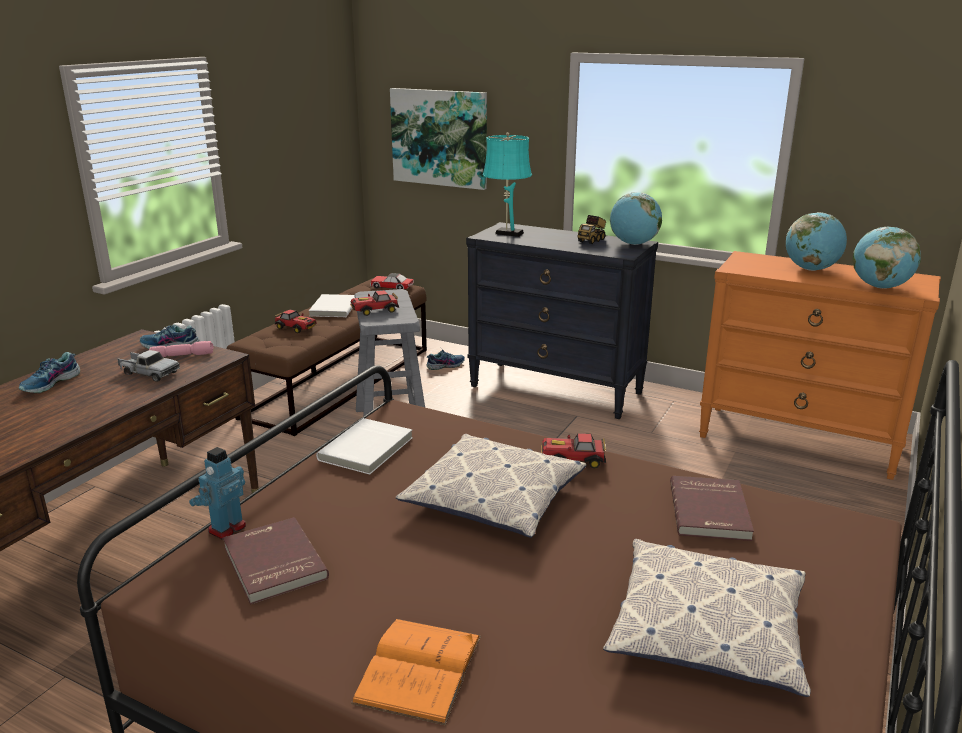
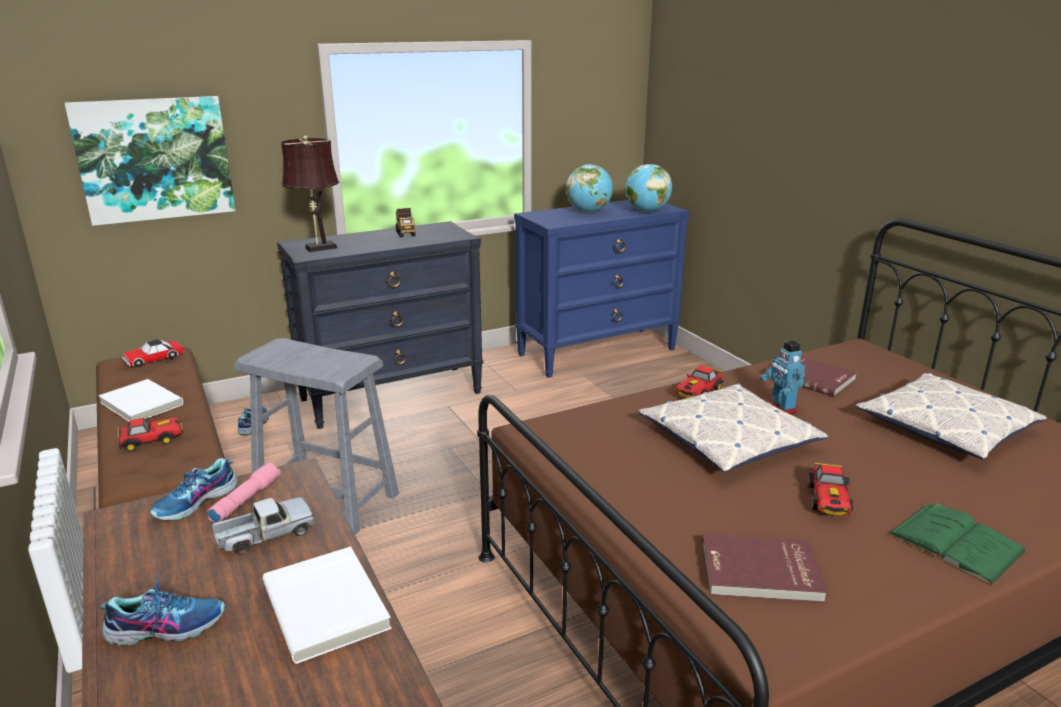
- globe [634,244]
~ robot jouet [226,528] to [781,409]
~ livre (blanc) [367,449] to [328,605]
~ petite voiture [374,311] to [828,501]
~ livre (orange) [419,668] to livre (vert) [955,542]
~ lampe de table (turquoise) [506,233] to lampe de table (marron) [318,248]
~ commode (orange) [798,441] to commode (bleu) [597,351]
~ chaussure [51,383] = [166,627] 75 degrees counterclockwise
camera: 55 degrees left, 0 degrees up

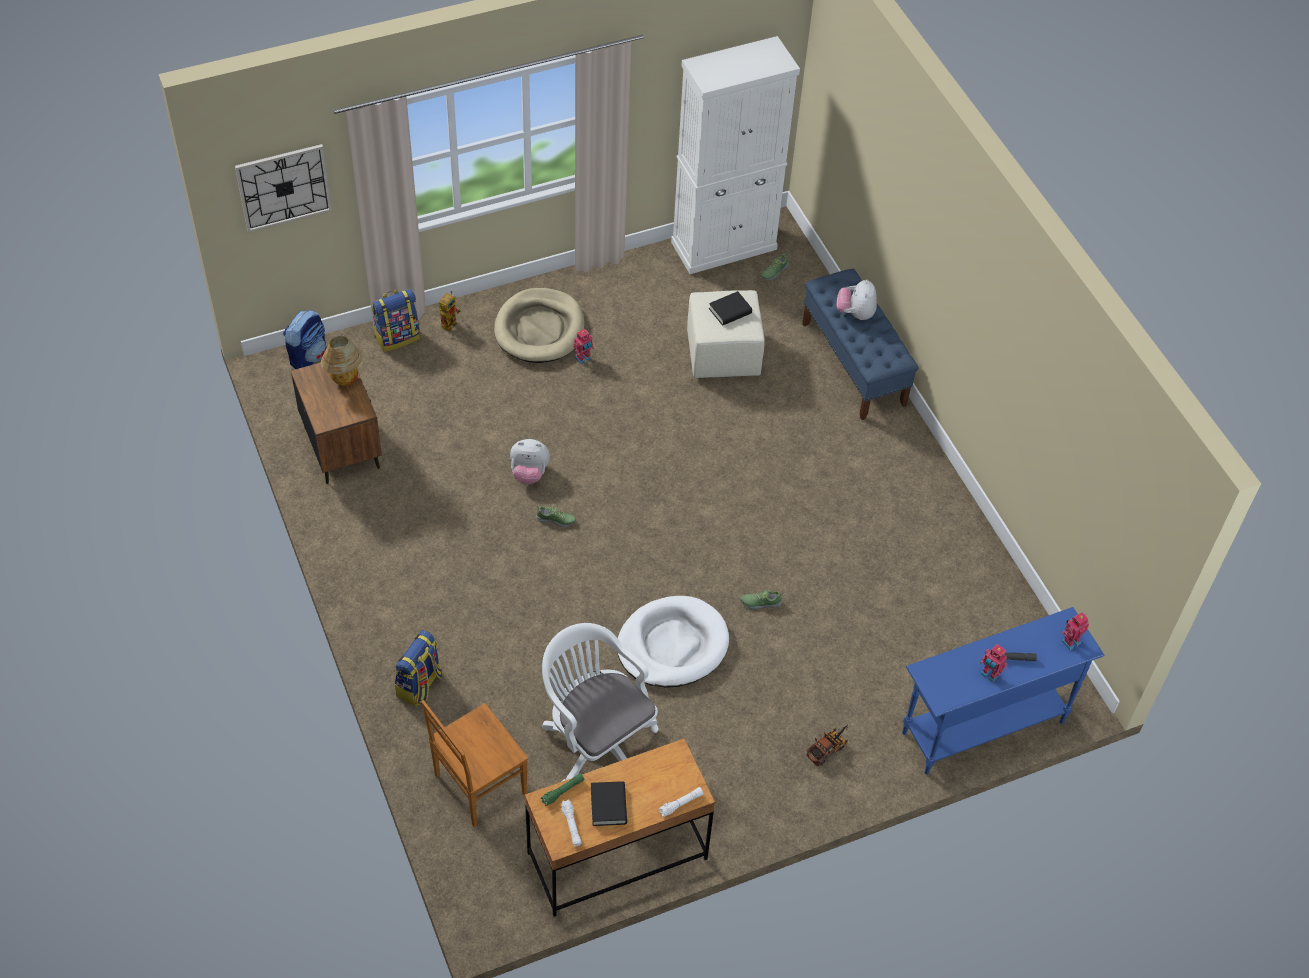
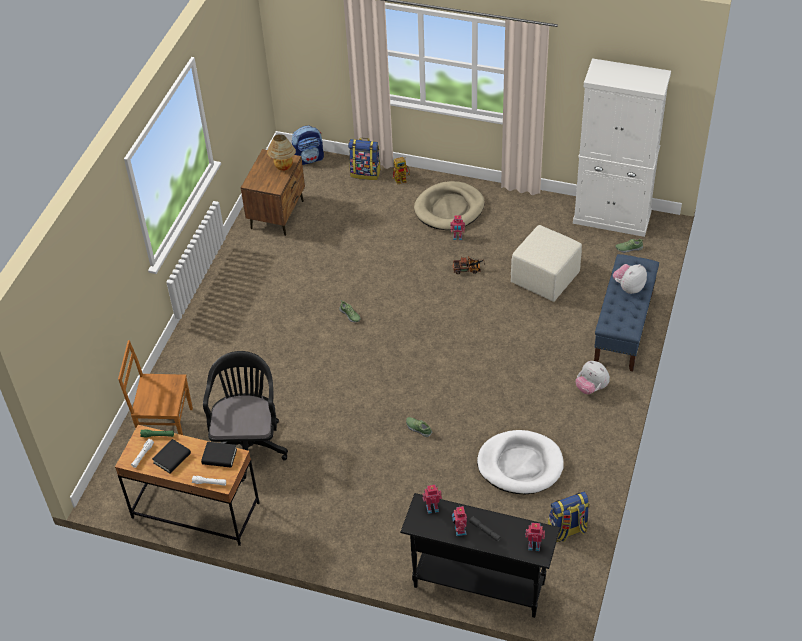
- horloge murale [284,187]
+ robot jouet [432,507]
~ sac à dos [420,685] to [567,530]
~ peluche [529,473] to [591,388]
~ panier pour chien (blanc) [672,645] to [520,464]
~ livre (noir) [730,311] to [219,457]
~ camion jouet [828,748] to [468,269]
~ chaise de bureau (blanc) [596,740] to chaise de bureau (noir) [248,443]
~ table console (bleu) [982,727] to table console (noir) [478,584]
camera: 45 degrees right, 5 degrees down

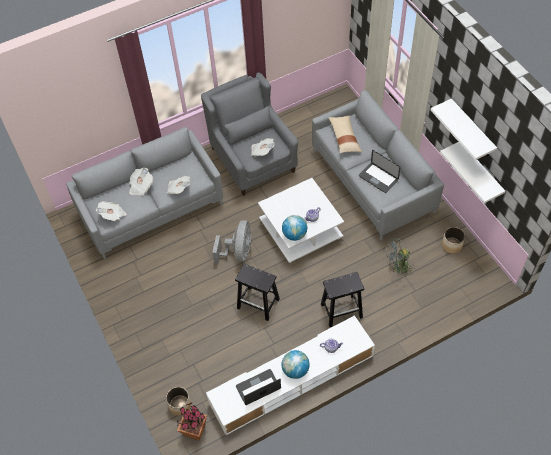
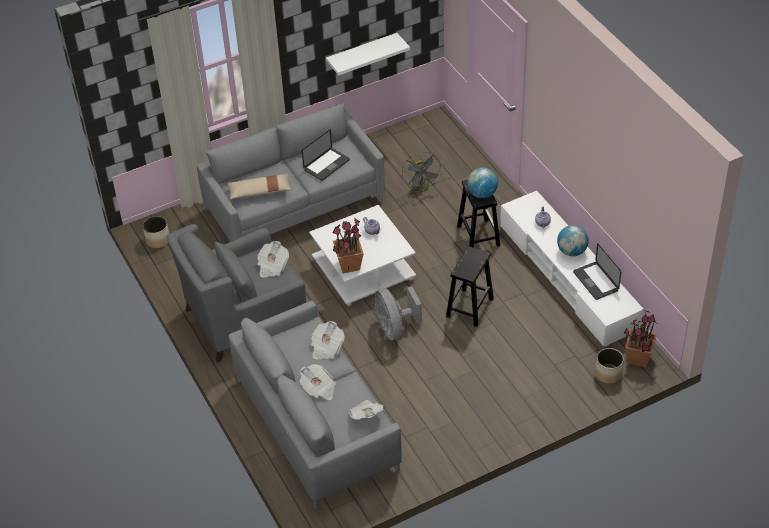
- étagère (blanc) [472,129]
+ plante en pot [349,265]
~ globe [294,234] to [482,194]
~ cache-pot [452,245] to [158,240]
~ ventilateur (gris) [238,252] = [395,328] 120 degrees counterclockwise
camera: 90 degrees left, 10 degrees down

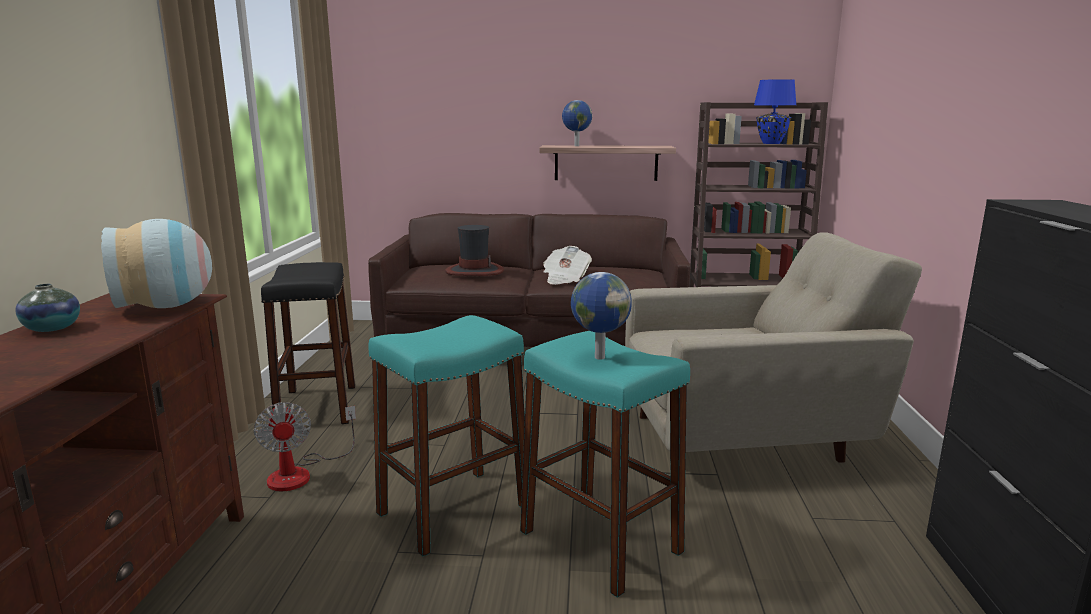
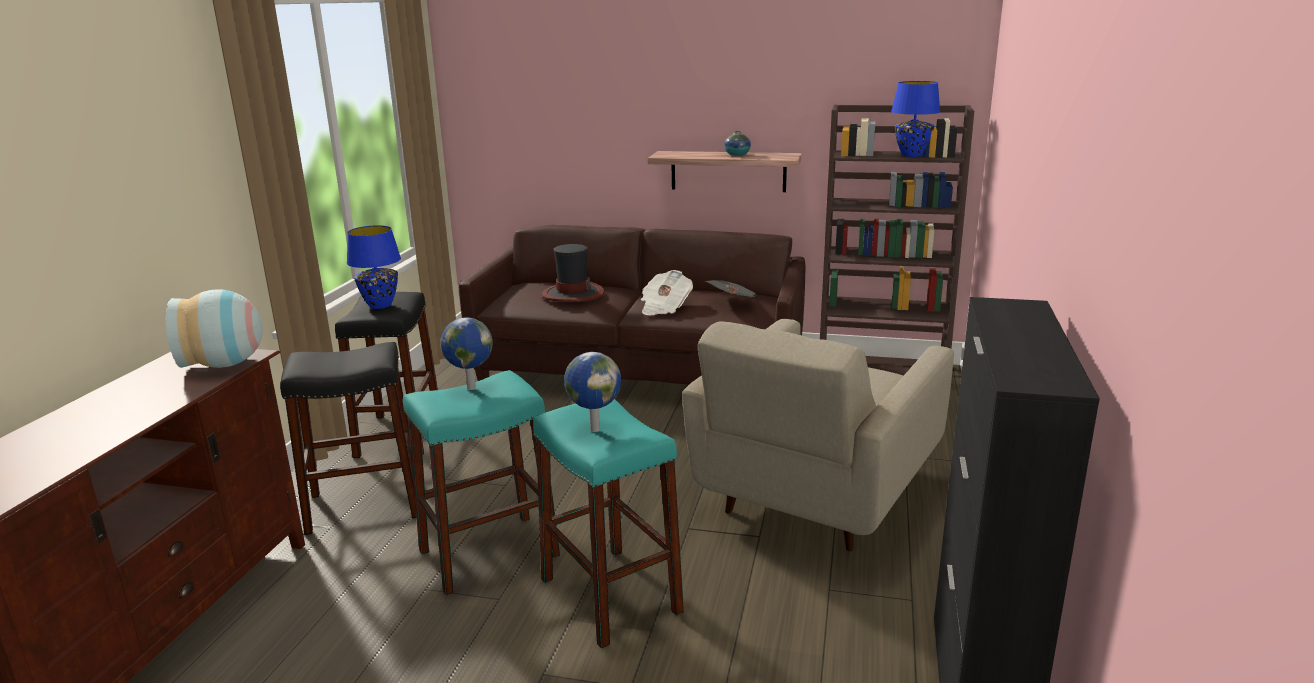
+ lampe de table (bleu) [380,305]
+ journal [733,302]
~ vase [52,328] to [737,155]
~ globe [576,146] to [470,388]
~ ventilateur [301,473] to tabouret (noir) [365,505]
~ fauteuil (beige) [748,436] = [815,497] 120 degrees clockwise
camera: 10 degrees right, 5 degrees up

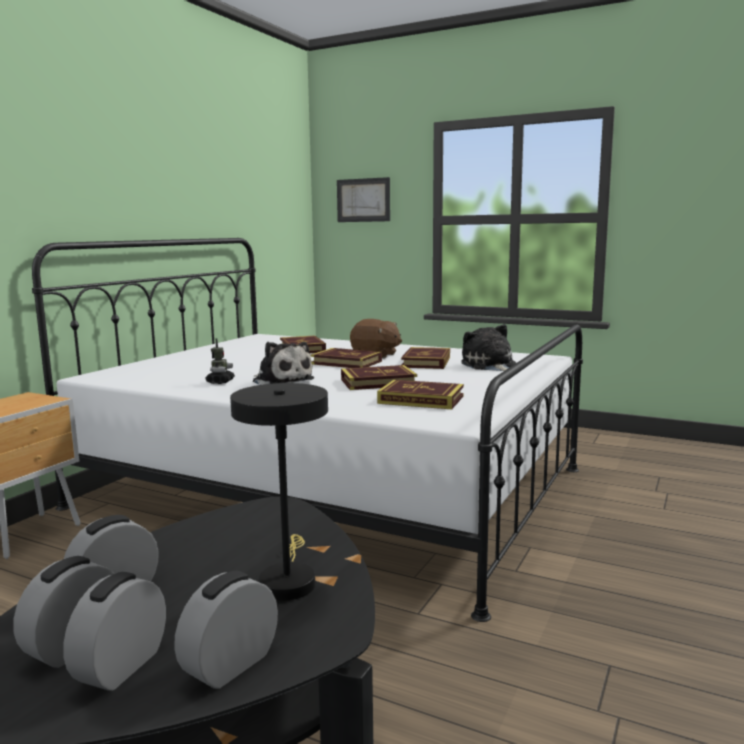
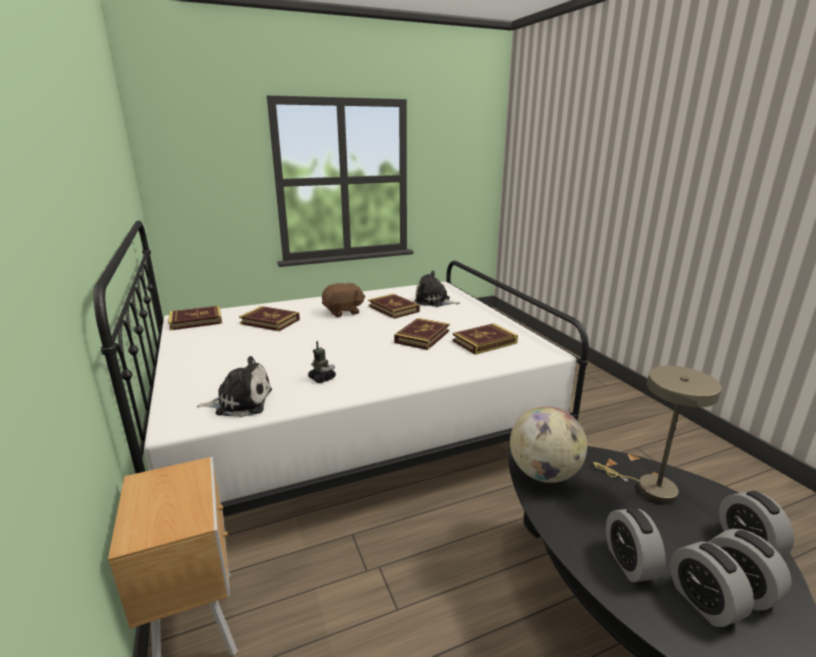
- tableau [363,200]
+ globe [544,474]
~ peluche [281,381] to [240,402]
~ livre [346,362] to [196,321]
~ lampe de table (noir) [287,579] to lampe de table (beige) [649,488]
camera: 50 degrees left, 10 degrees up

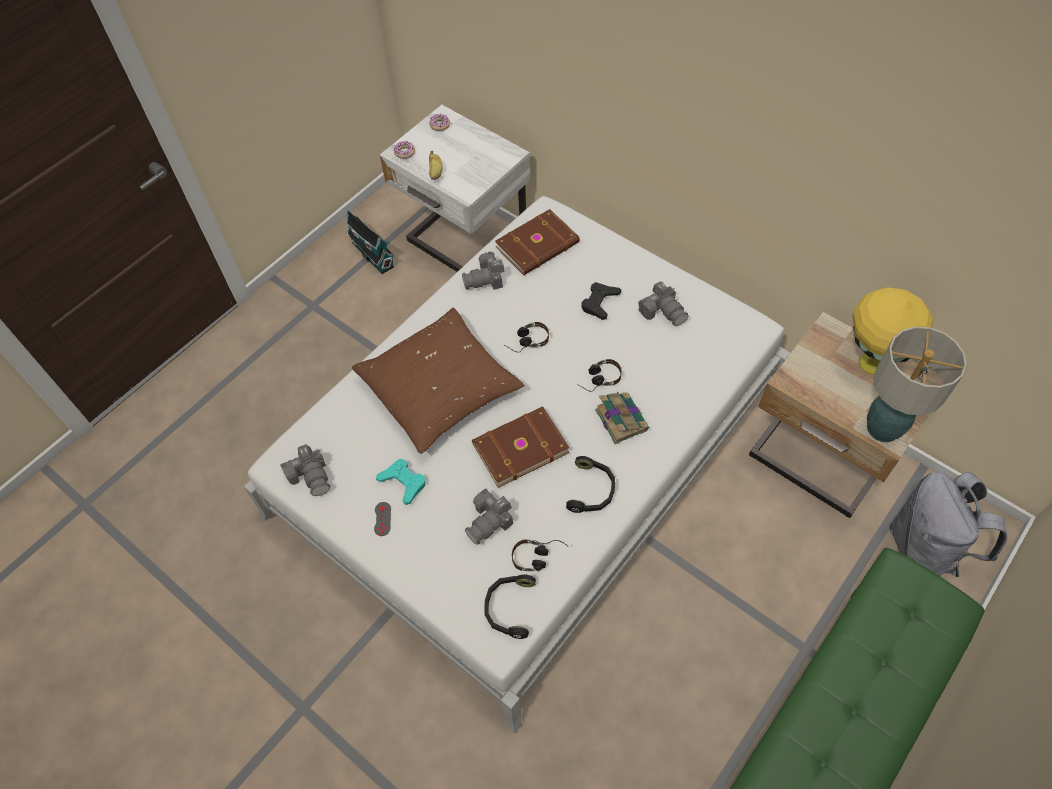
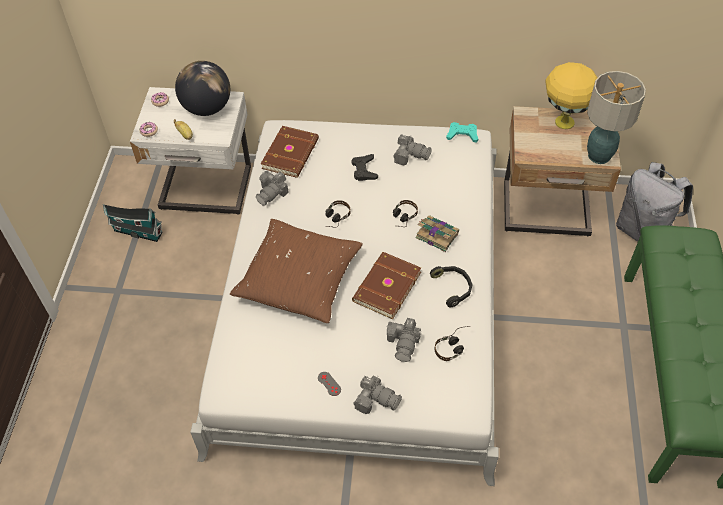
- casque audio (noir) [509,608]
+ globe [207,108]
~ appareil photo [311,476] to [376,399]
~ manette (turquoise) [403,482] to [462,135]
camera: 35 degrees left, 5 degrees down

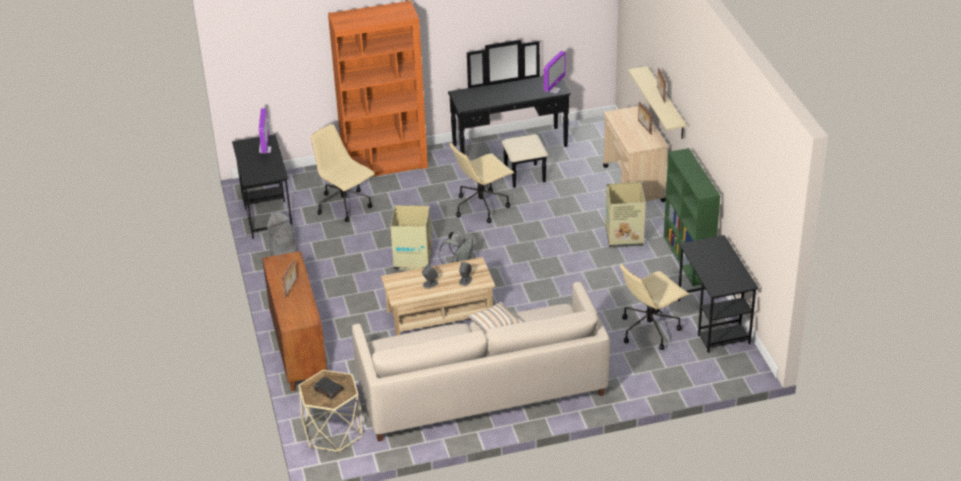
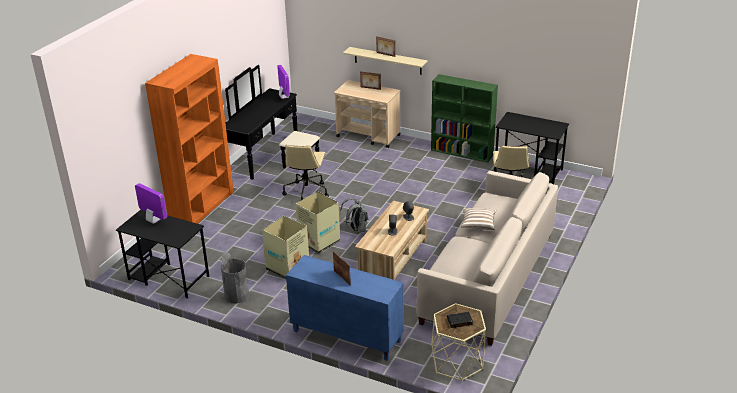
- chaise de bureau (beige) [345,206]
~ carton [625,237] to [288,267]
~ meuble de rangement (marron) [298,350] to meuble de rangement (bleu) [345,336]
camera: 50 degrees left, 5 degrees down

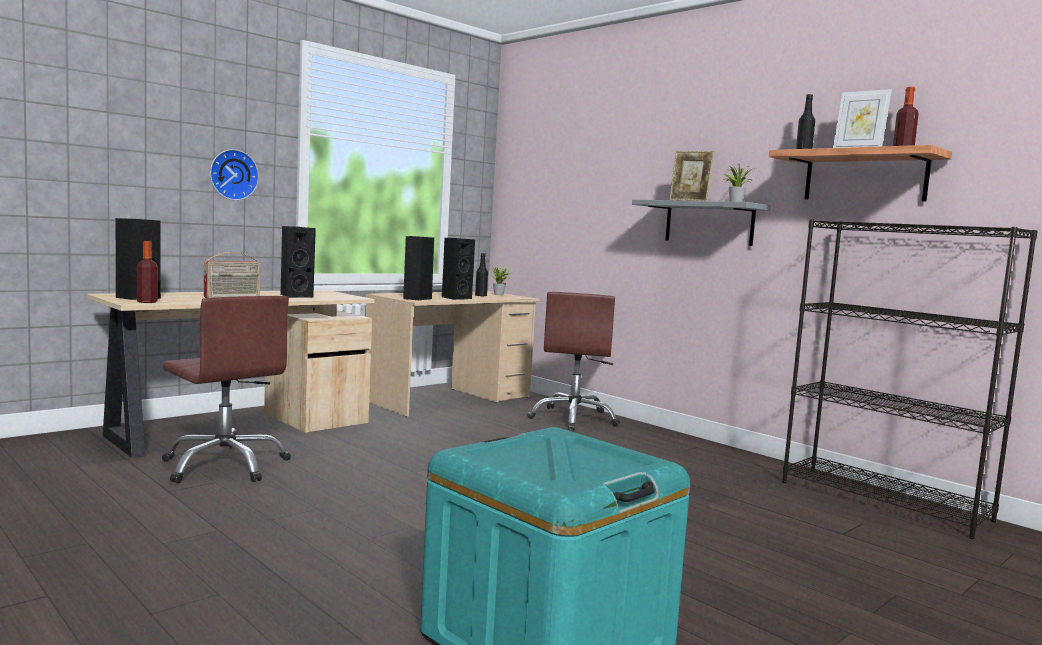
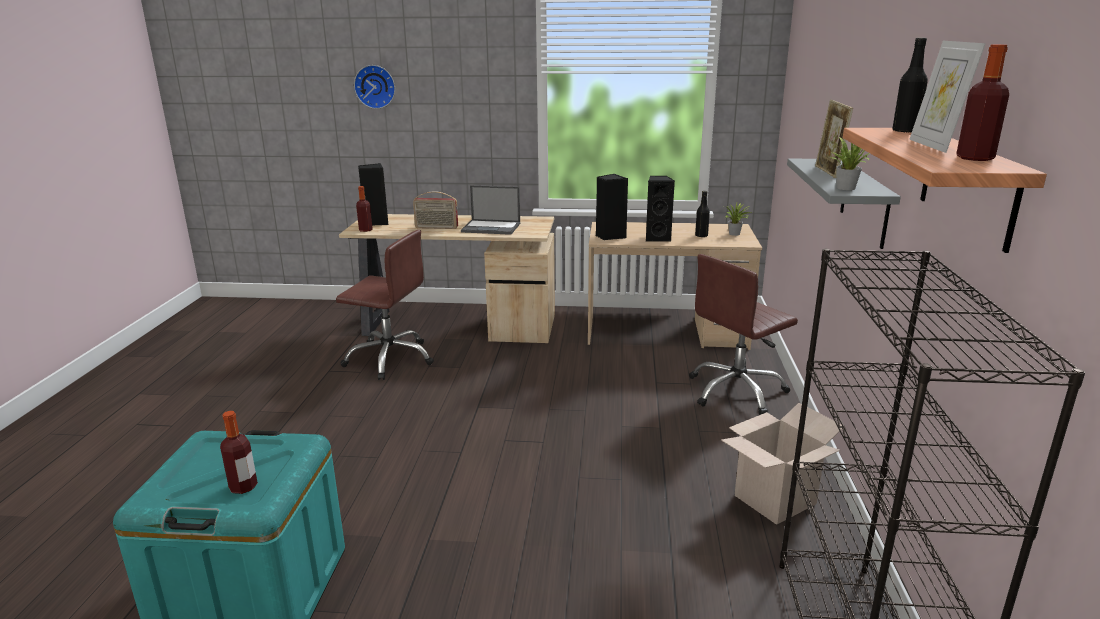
+ bouteille [243,487]
+ carton [774,500]
~ horloge murale [233,174] to [375,86]
~ enceinte (noir) [295,296] to ordinateur portable [492,228]
~ chaise de bureau (marron) [225,465] = [390,358] 75 degrees counterclockwise
camera: 50 degrees right, 15 degrees up

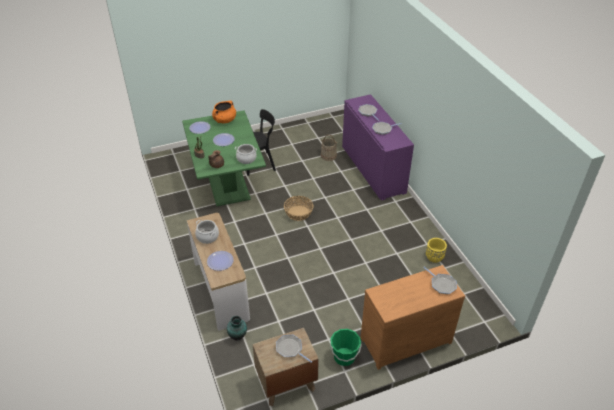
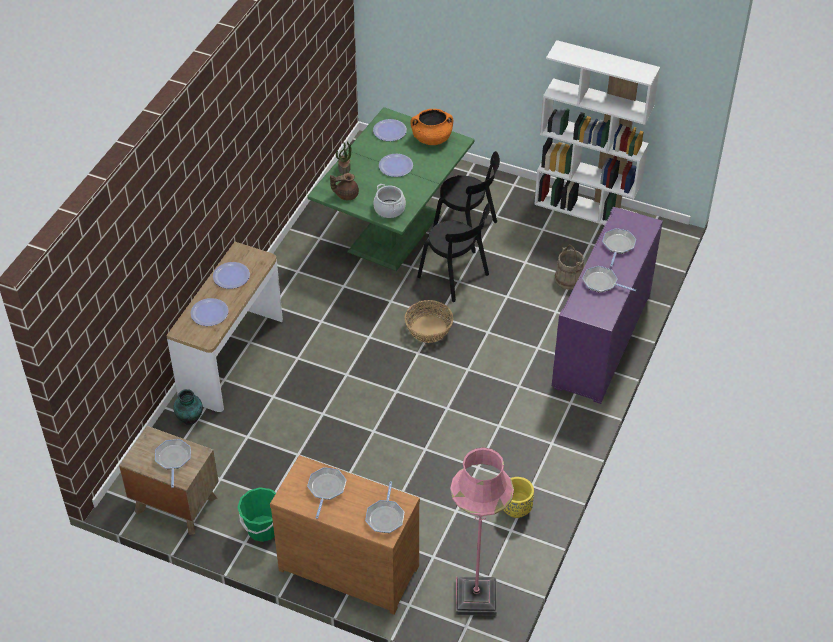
+ poêle [326,489]
+ chaise (noir) [455,277]
+ lampadaire (rose) [476,597]
+ bibliothèque (blanc) [586,209]
~ marmite [207,236] to assiette [231,276]
camera: 45 degrees right, 5 degrees up

